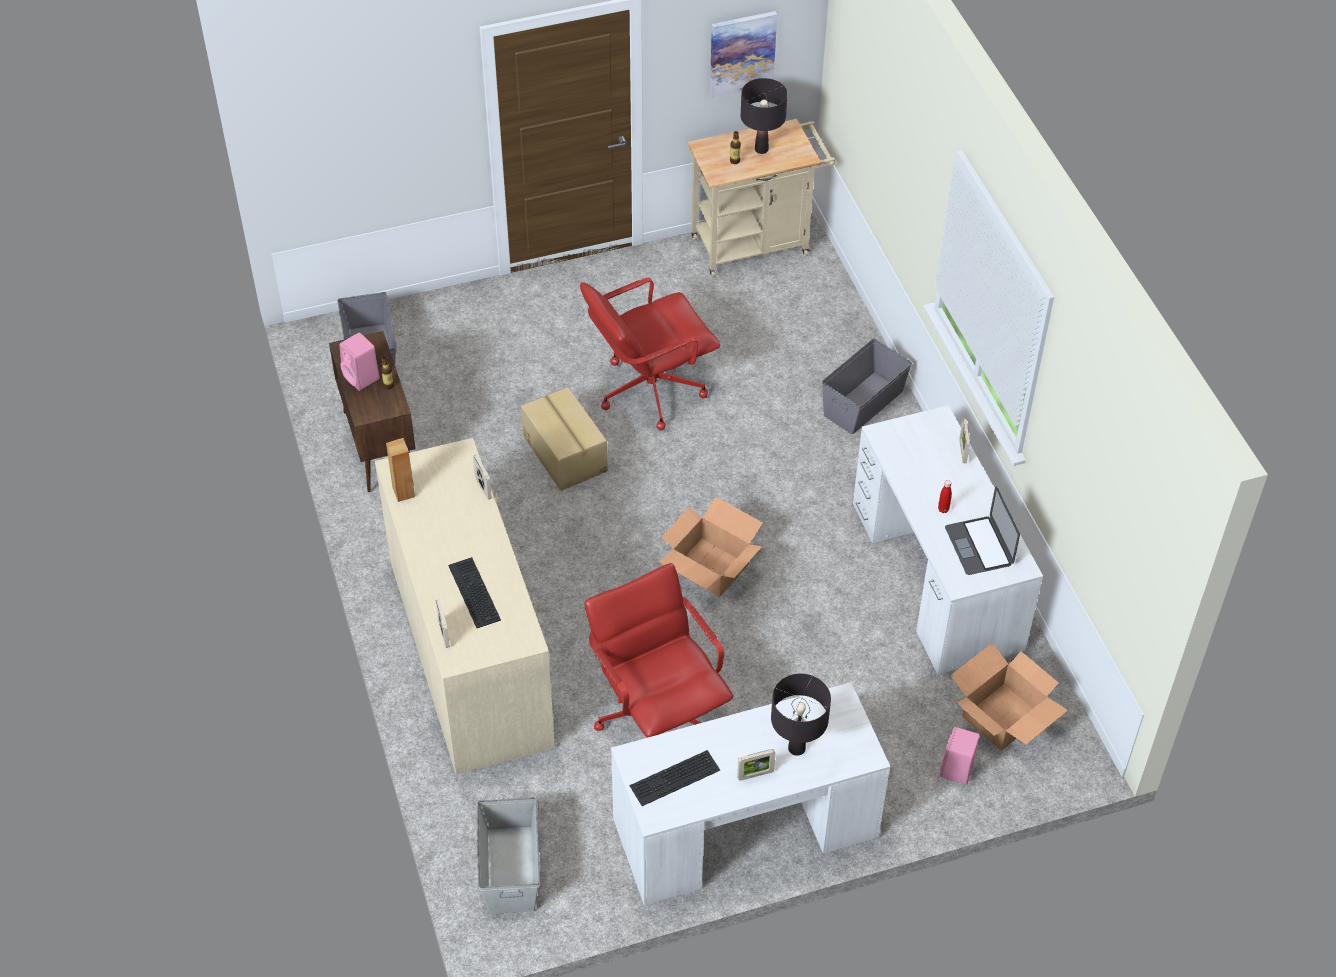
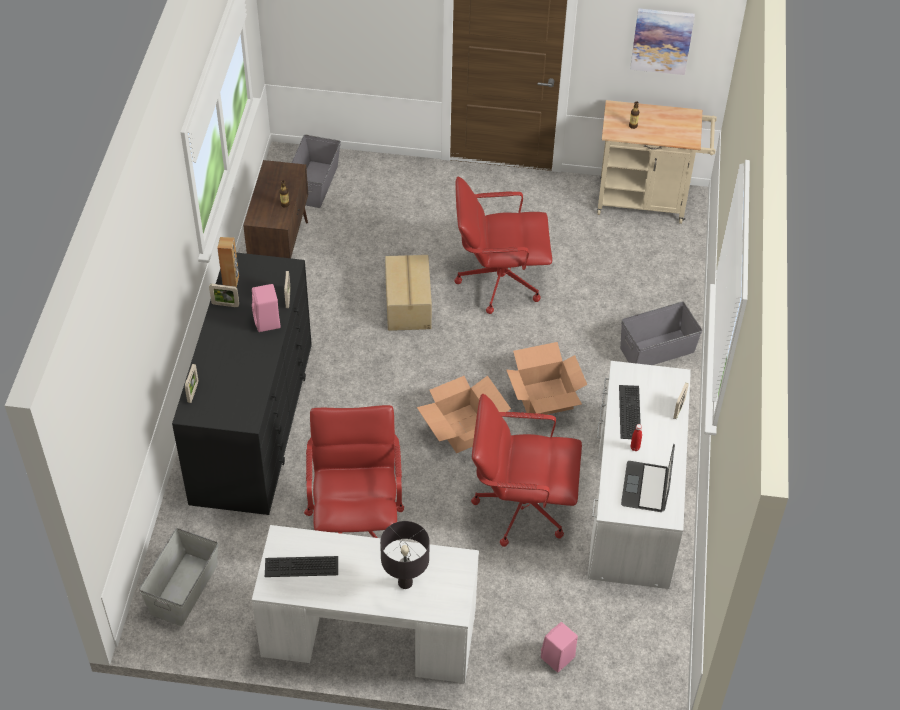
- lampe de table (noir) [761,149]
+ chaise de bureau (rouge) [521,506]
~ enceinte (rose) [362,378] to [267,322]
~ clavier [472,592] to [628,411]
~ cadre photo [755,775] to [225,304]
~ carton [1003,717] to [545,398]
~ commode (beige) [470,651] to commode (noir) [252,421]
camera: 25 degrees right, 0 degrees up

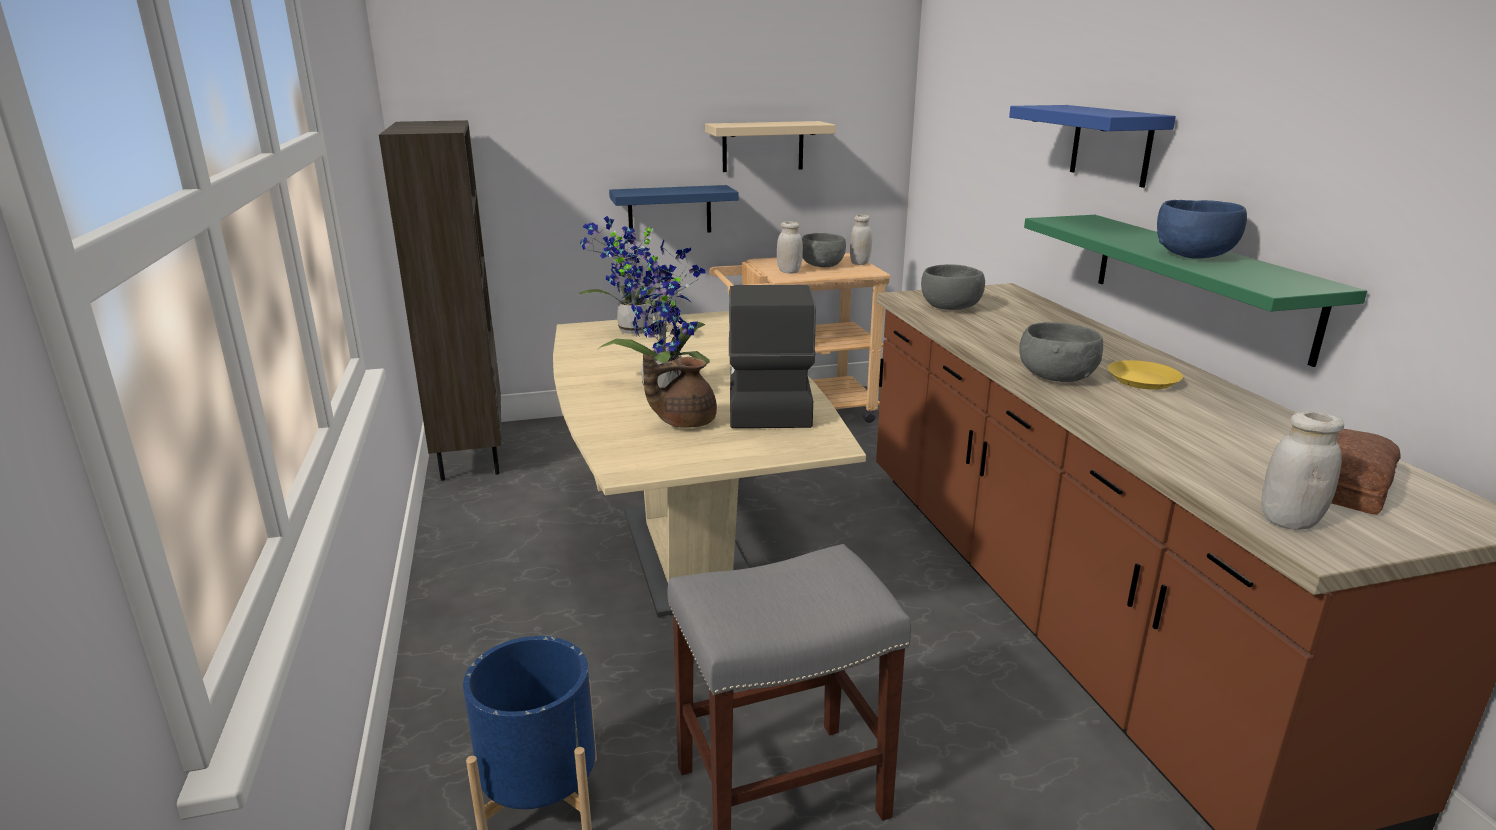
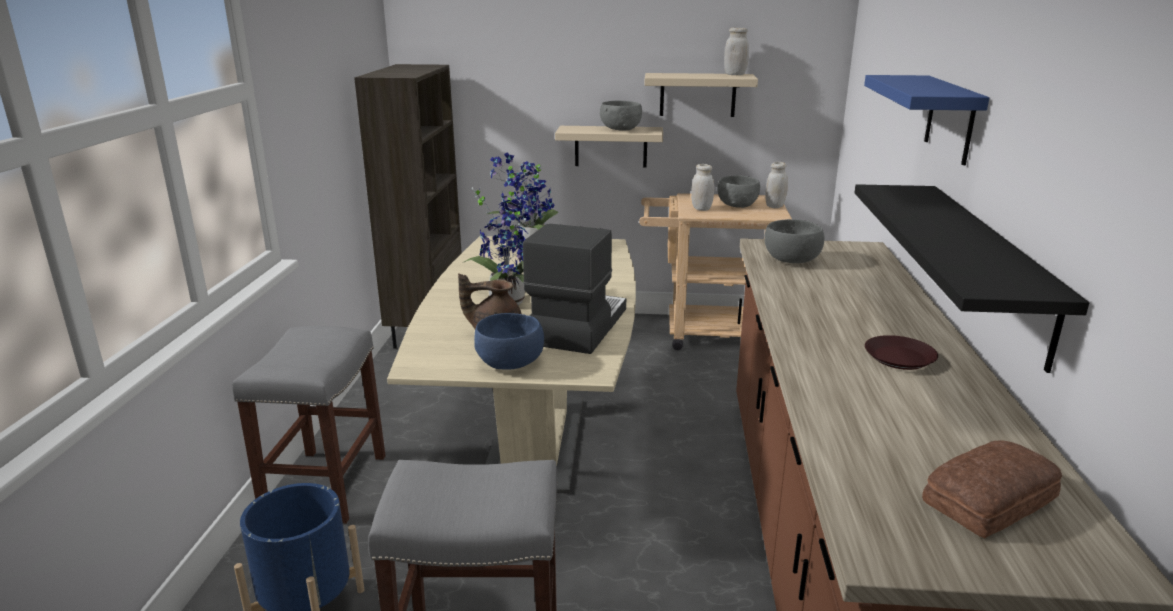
+ tabouret (gris) [326,484]
~ bol (gris) [1055,377] to [620,129]
~ bol (bleu) [1195,255] to [511,363]
~ bocal (blanc) [1289,521] to [735,74]
~ étagère (bleu) [669,210] to étagère (beige) [611,146]
~ étagère (vert) [1198,282] to étagère (noir) [988,267]
~ assiette (jaune) [1142,380] to assiette (marron) [898,358]
camera: 20 degrees right, 0 degrees up

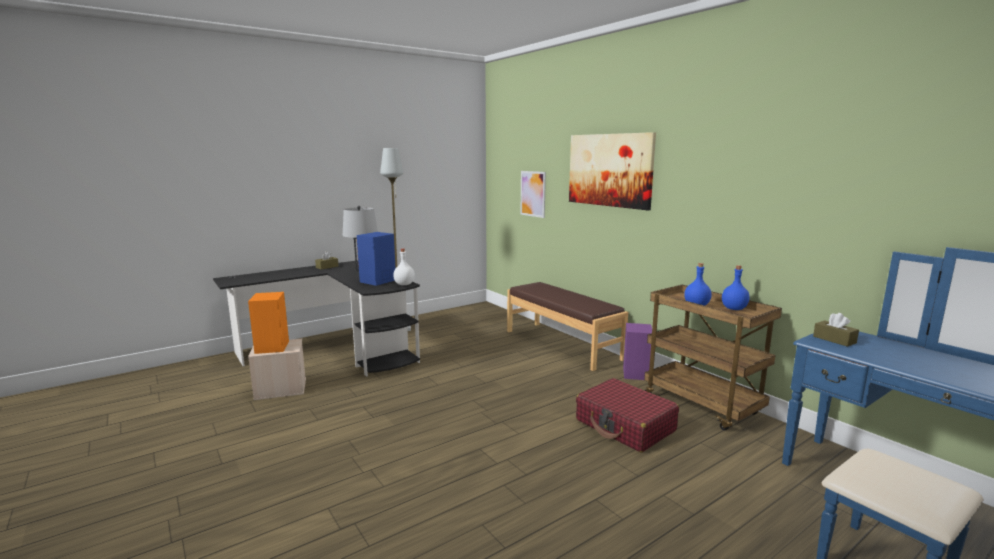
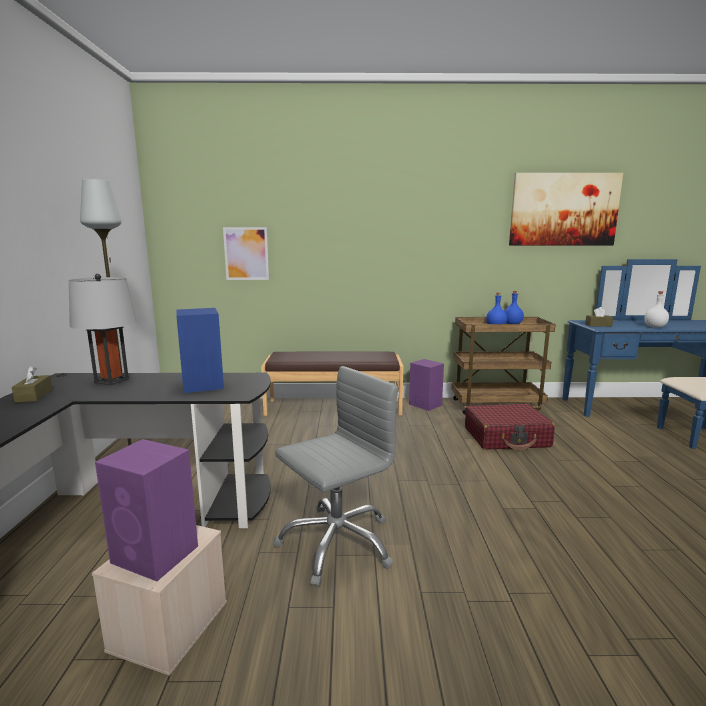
+ chaise de bureau (gris) [336,543]
~ bouteille (blanc) [404,284] to [654,327]
~ tableau [609,170] to [564,209]
~ enceinte (orange) [272,347] to enceinte (violet) [156,555]
camera: 55 degrees left, 0 degrees up

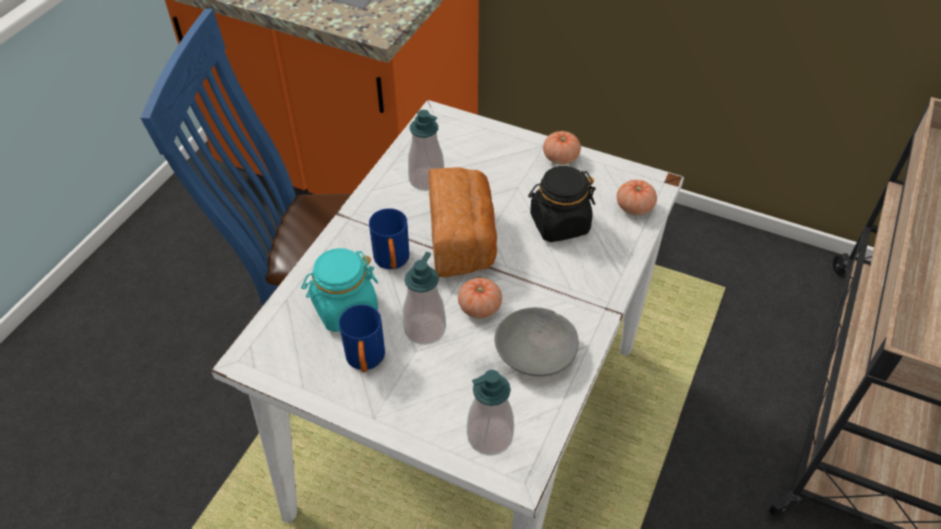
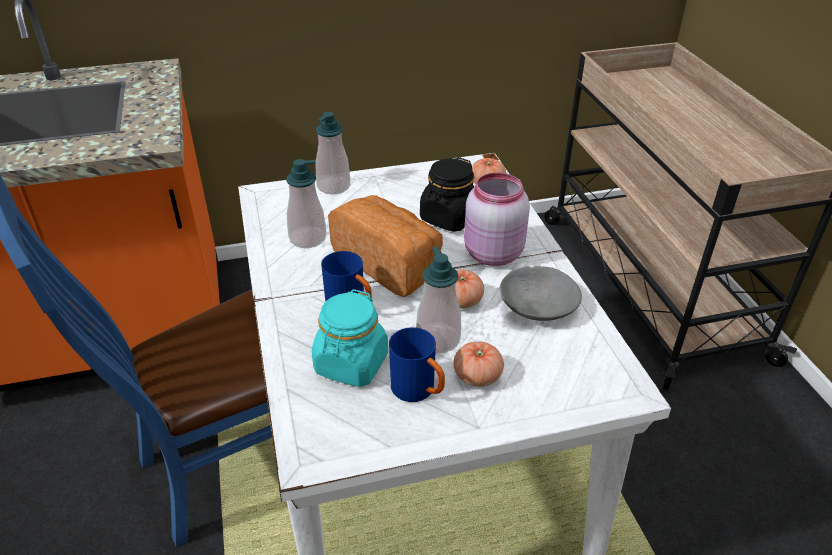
+ bocal (rose) [491,254]
~ distributeur de savon [490,436] to [333,186]
~ tomate [560,158] to [477,376]
camera: 40 degrees left, 10 degrees down

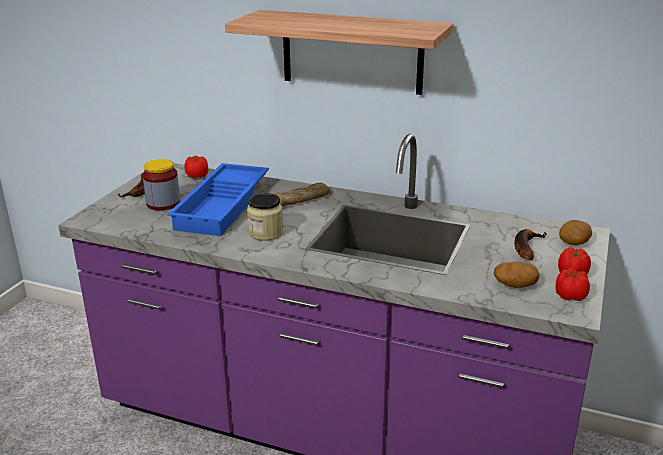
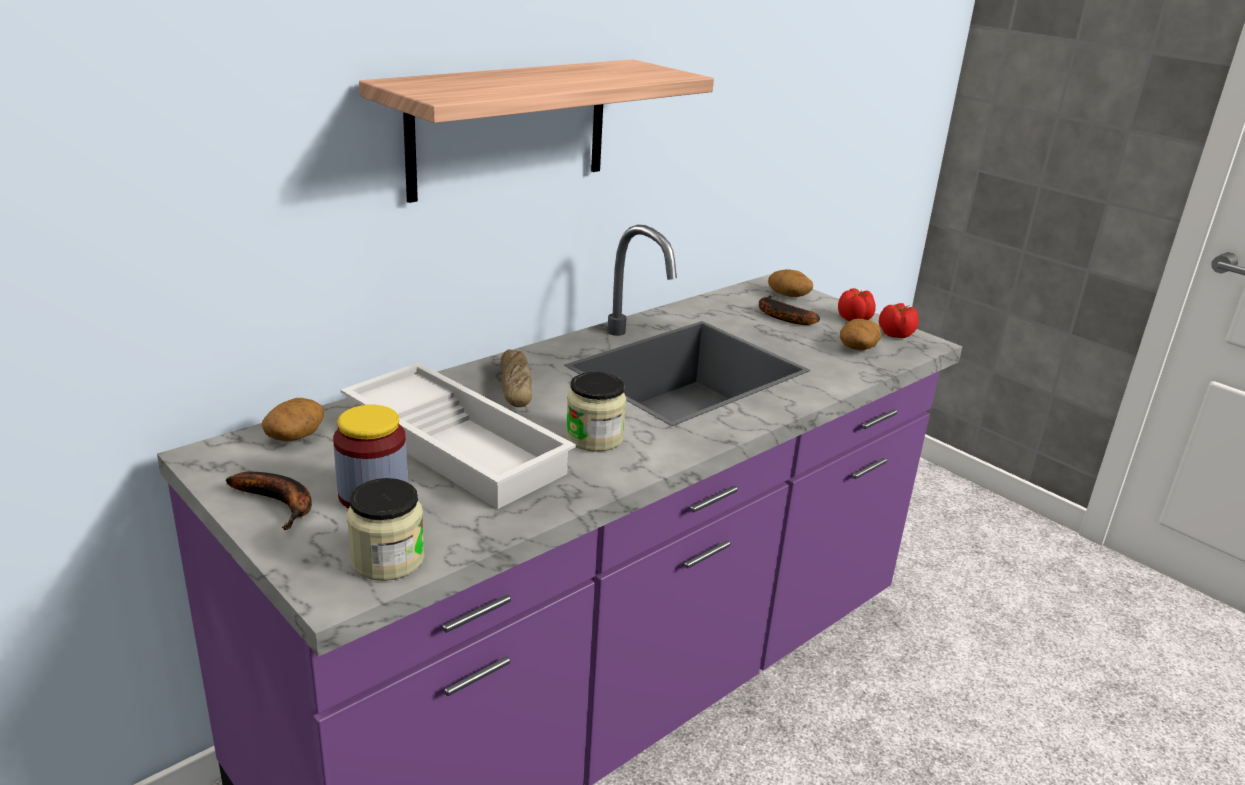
+ bocal [387,560]
~ tomate [197,176] to pomme de terre [295,436]
~ plateau (bleu) [224,206] to plateau (blanc) [459,444]
camera: 65 degrees left, 0 degrees up

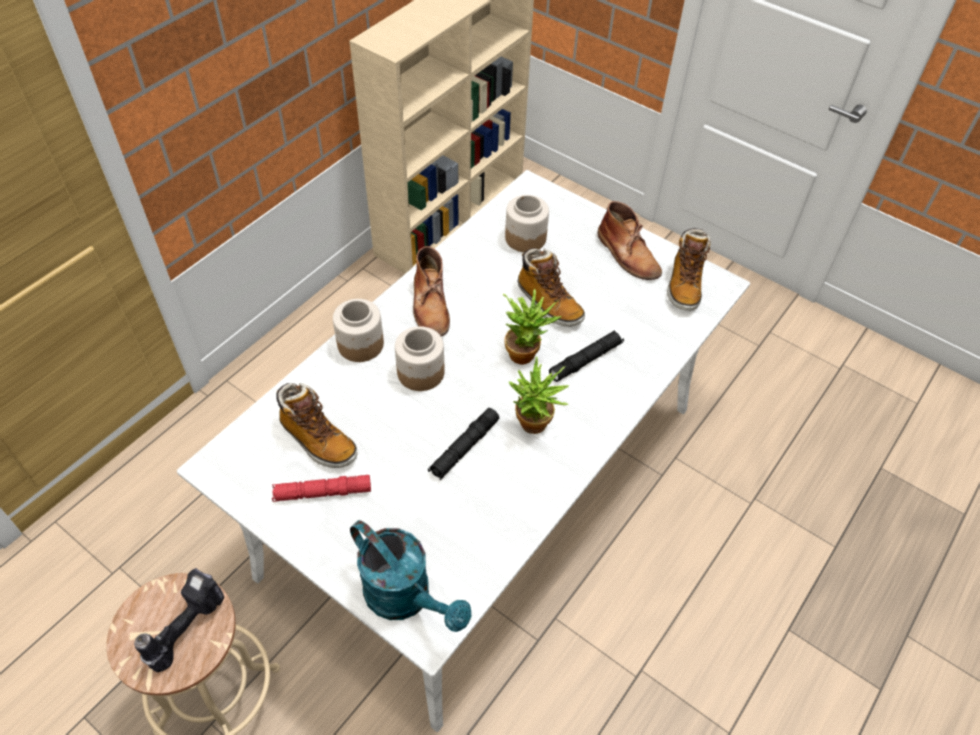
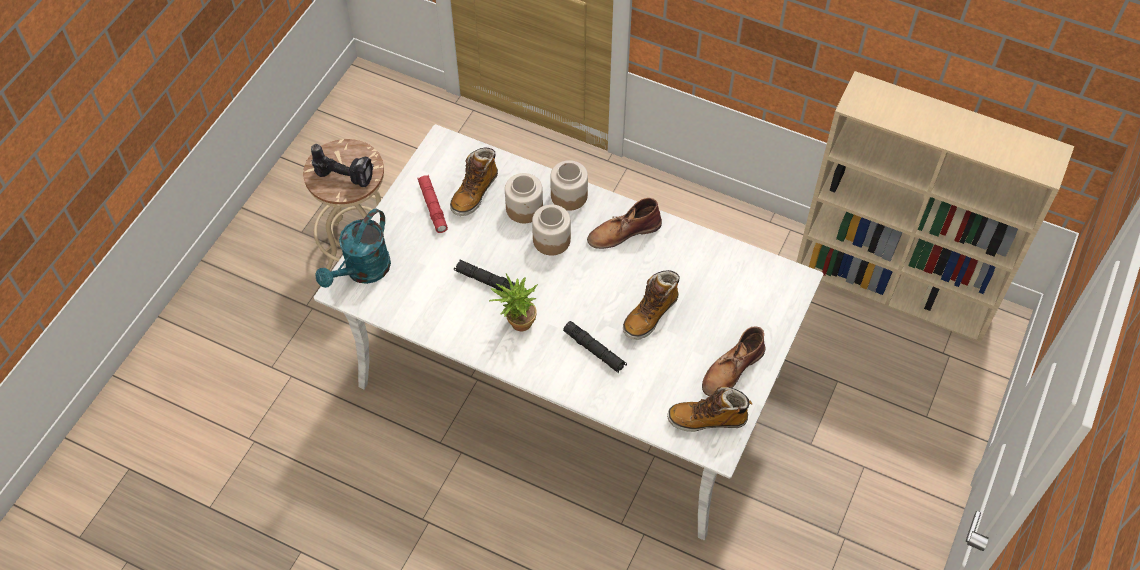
- plante en pot [526,353]
~ bocal [525,238] to [524,208]
camera: 80 degrees right, 5 degrees up

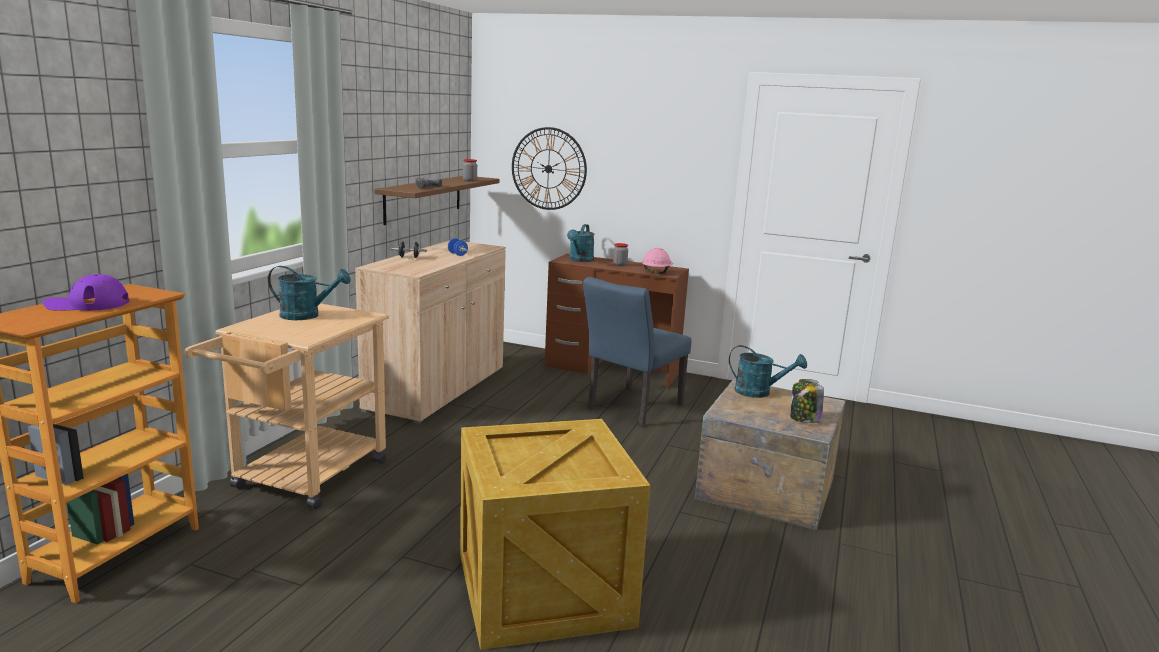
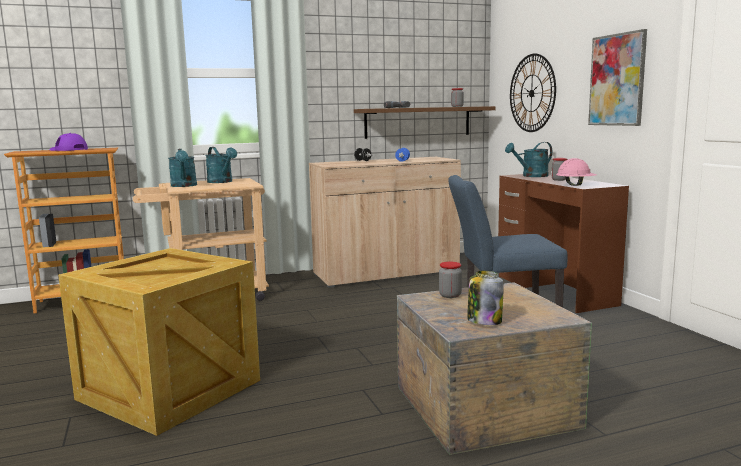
+ bocal [450,295]
+ tableau [617,80]
~ arrosoir (turquoise) [759,392] to [184,186]
camera: 50 degrees right, 5 degrees down

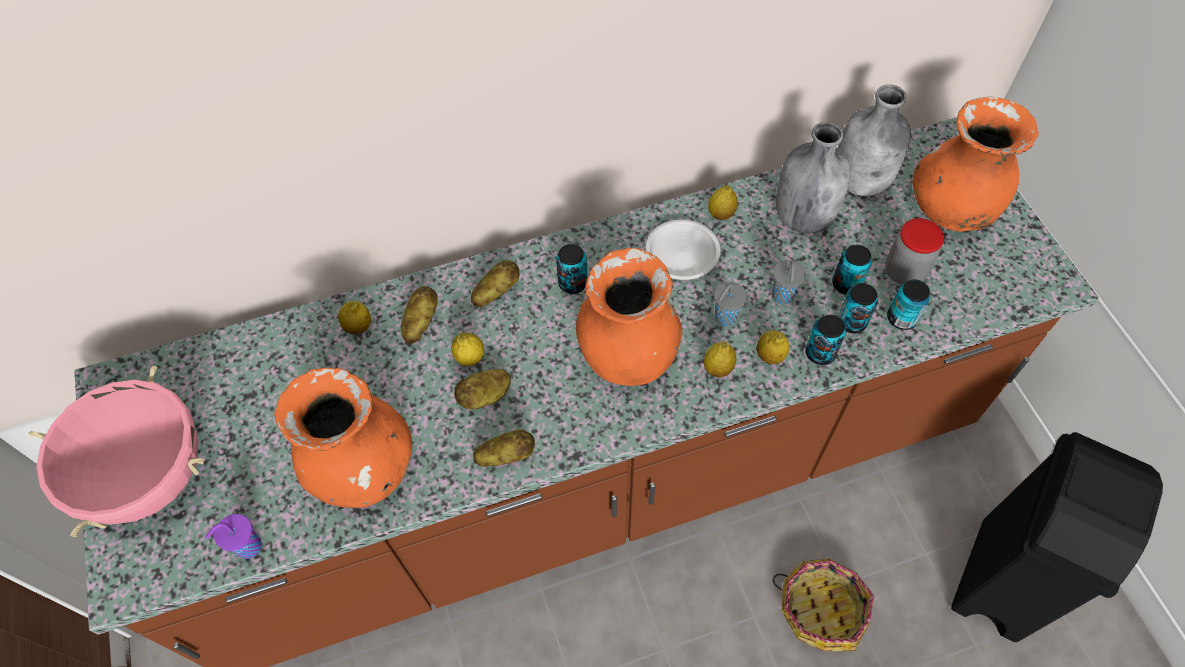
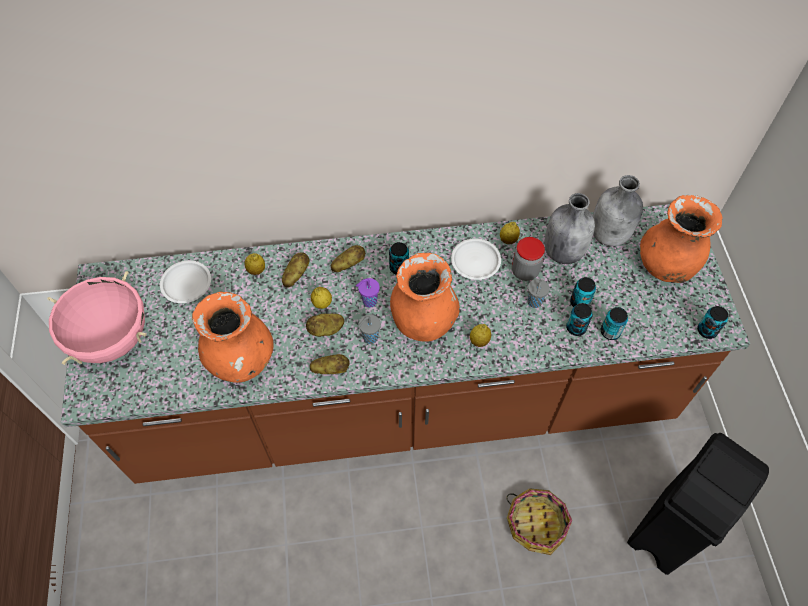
- citron [770,356]
+ assiette (blanc) [186,283]
~ tasse (violet) [247,547] to [368,301]
~ tasse (gris) [724,318] to [369,338]
~ boîte métallique [820,353] to [706,330]
~ bocal [904,271] to [525,271]
camera: 10 degrees right, 0 degrees up

